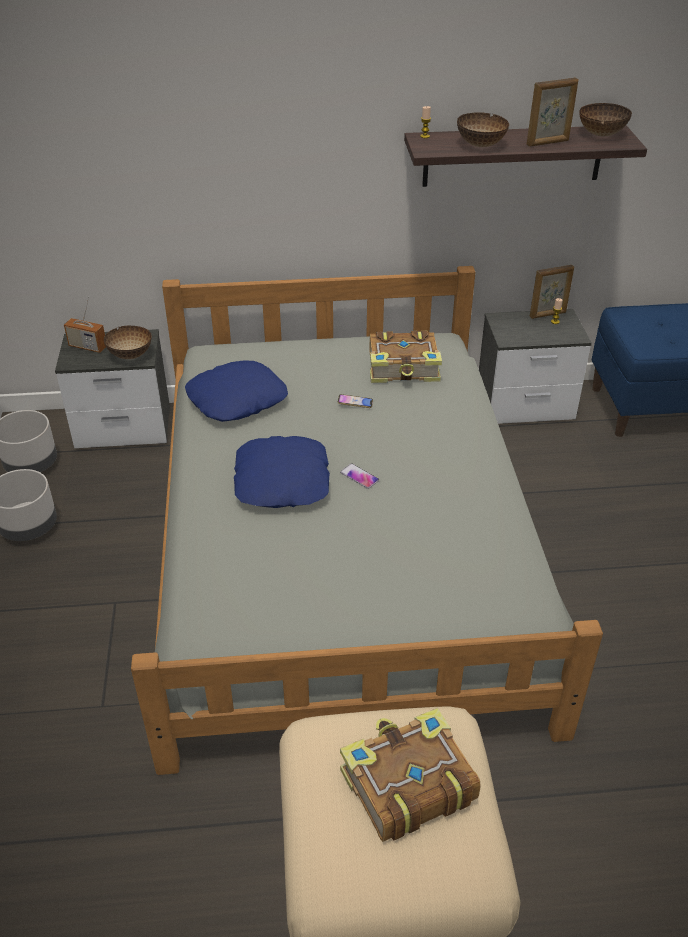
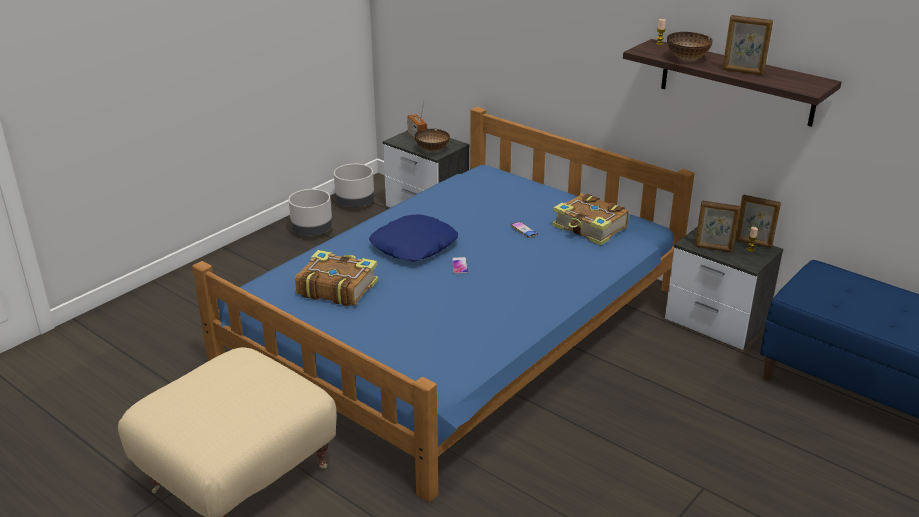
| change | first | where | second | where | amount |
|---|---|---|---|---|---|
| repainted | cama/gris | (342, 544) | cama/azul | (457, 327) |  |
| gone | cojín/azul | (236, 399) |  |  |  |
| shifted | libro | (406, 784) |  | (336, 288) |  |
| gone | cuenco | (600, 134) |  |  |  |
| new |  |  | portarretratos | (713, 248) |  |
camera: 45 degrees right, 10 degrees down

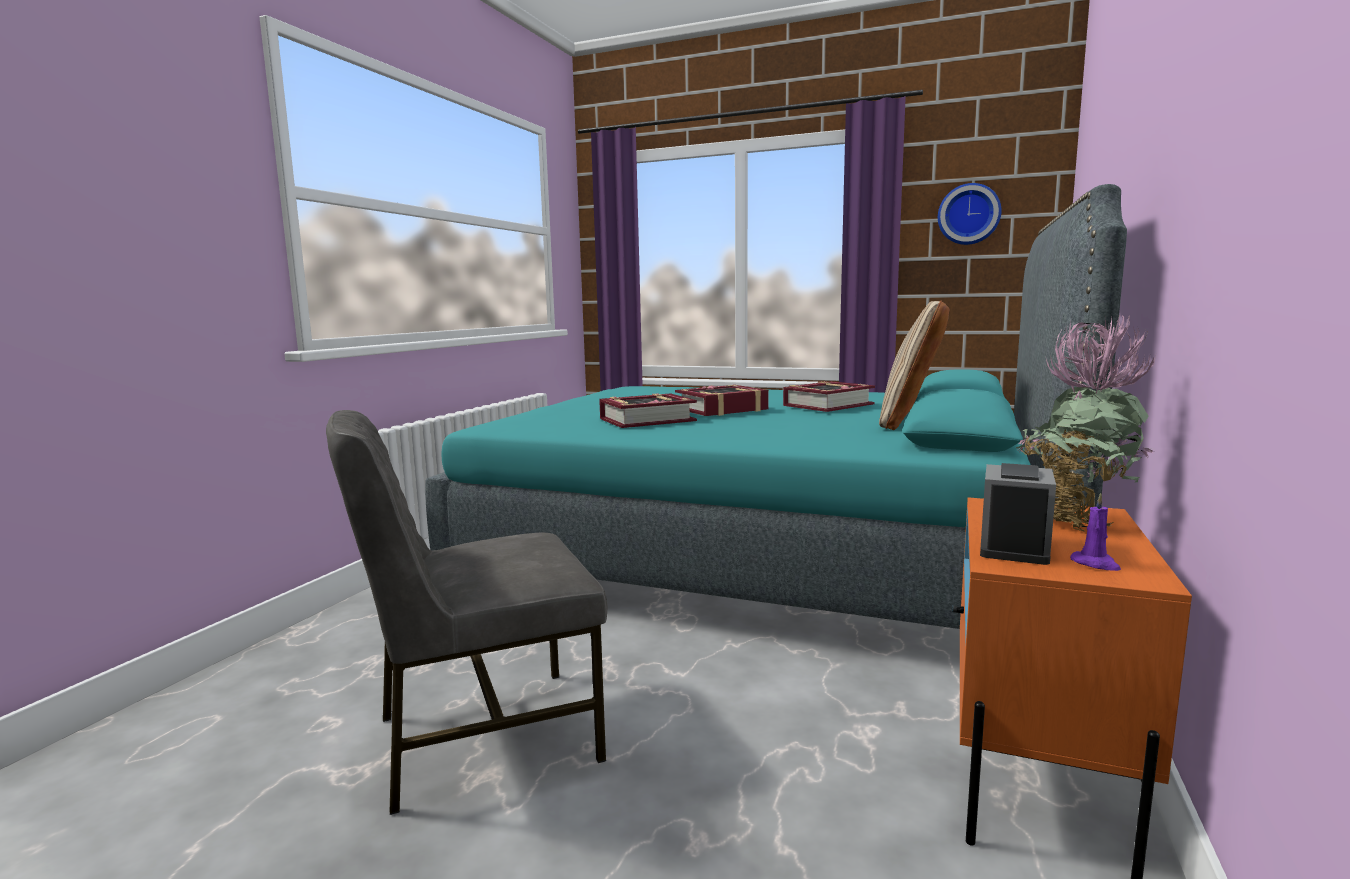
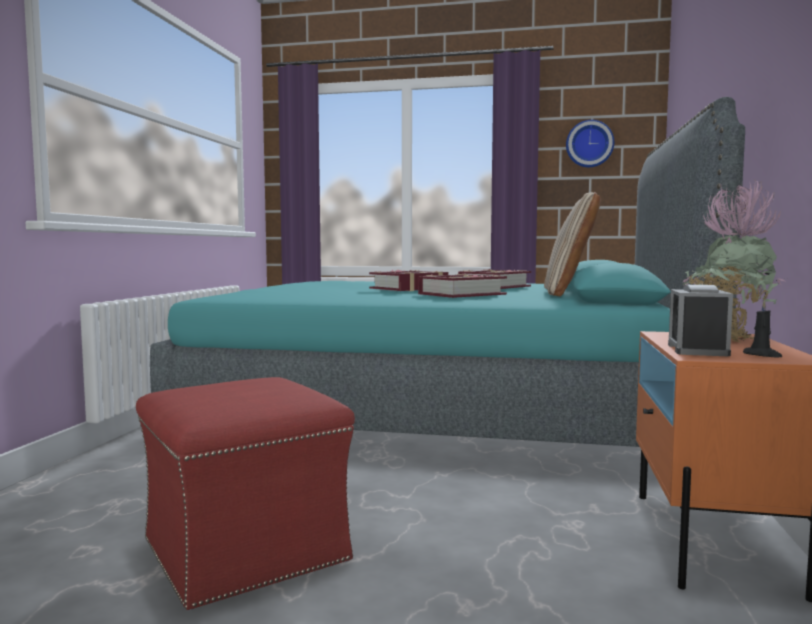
| change | first | where | second | where | amount |
|---|---|---|---|---|---|
| swapped | silla/gris | (482, 736) | puf/rojo | (244, 550) |  |
| shifted | libro | (647, 420) |  | (461, 294) |  |
| repainted | vela/morado | (1096, 564) | vela/negro | (762, 355) |  |
camera: 10 degrees left, 5 degrees down

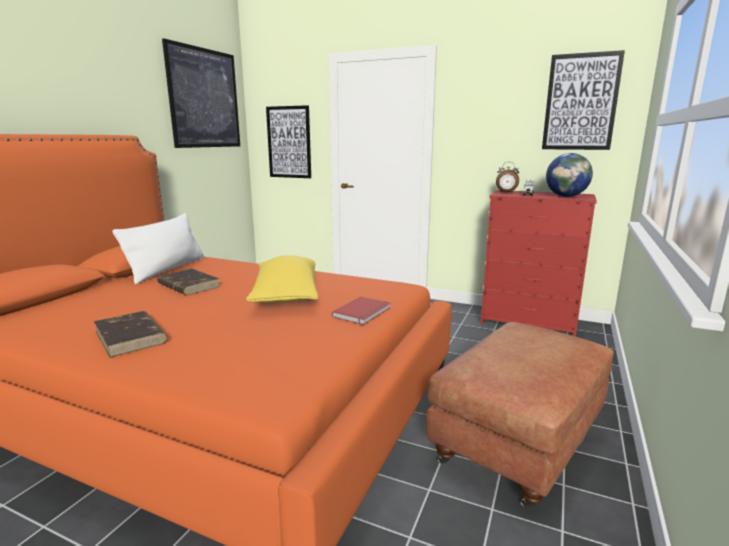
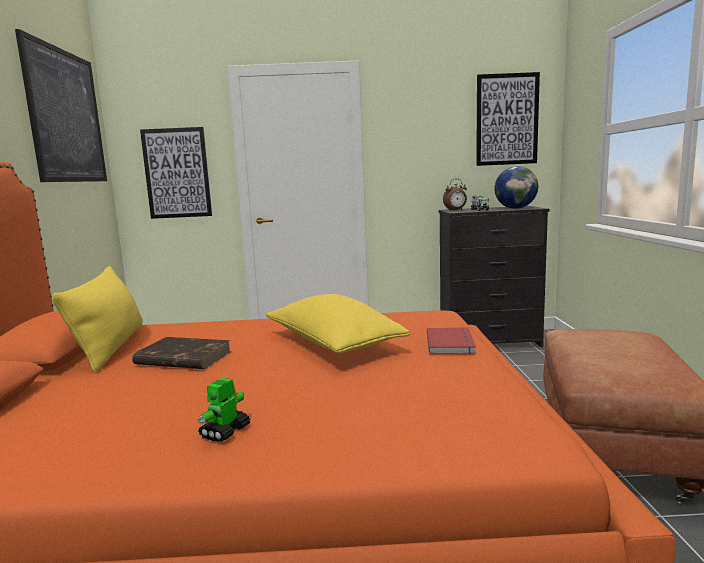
| change | first | where | second | where | amount |
|---|---|---|---|---|---|
| swapped | libro/marrón | (131, 337) | robot de juguete | (225, 432) |  |
| repainted | cojín/blanco | (167, 269) | cojín/amarillo | (111, 347) |  |
| repainted | cómoda/rojo | (529, 323) | cómoda/negro | (490, 341) |  |
camera: 25 degrees left, 5 degrees down

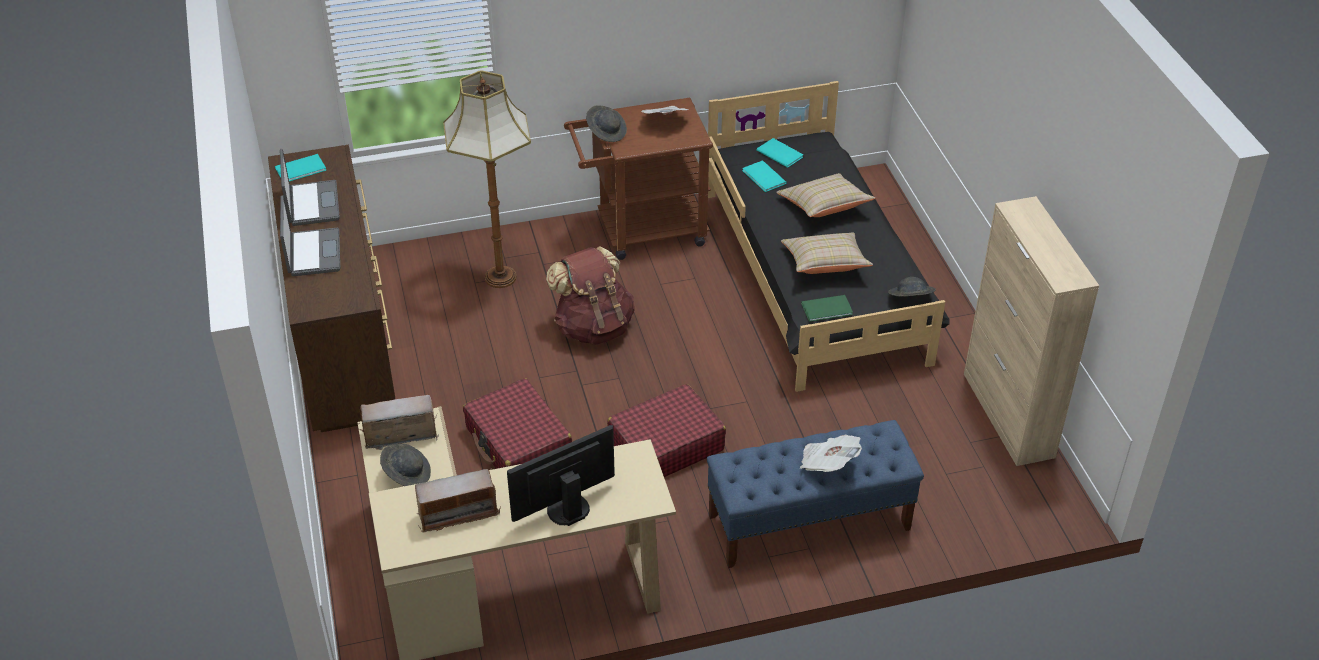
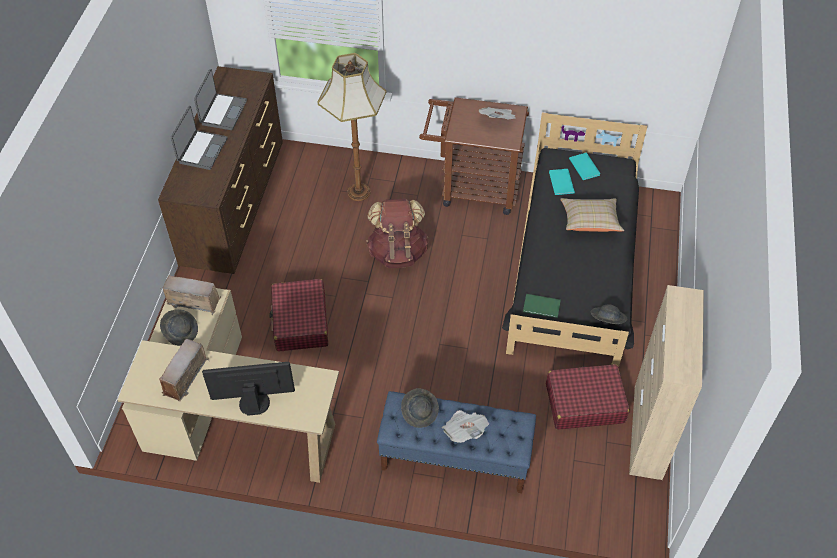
| change | first | where | second | where | amount |
|---|---|---|---|---|---|
| gone | libro/turquesa | (302, 169) |  |  |  |
| rotated | radio | (458, 513) |  | (185, 377) | 105 degrees clockwise |
| shifted | sombrero/gris | (607, 132) |  | (420, 412) |  |
| shifted | maleta/rojo | (665, 445) |  | (584, 403) |  |
| gone | cojín/beis | (825, 265) |  |  |  |
camera: 25 degrees right, 10 degrees up

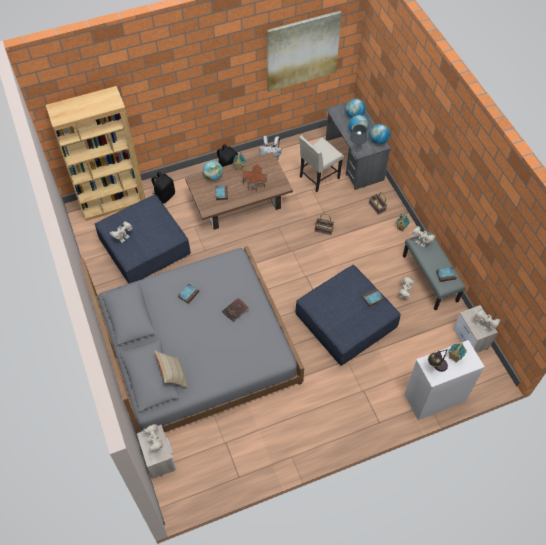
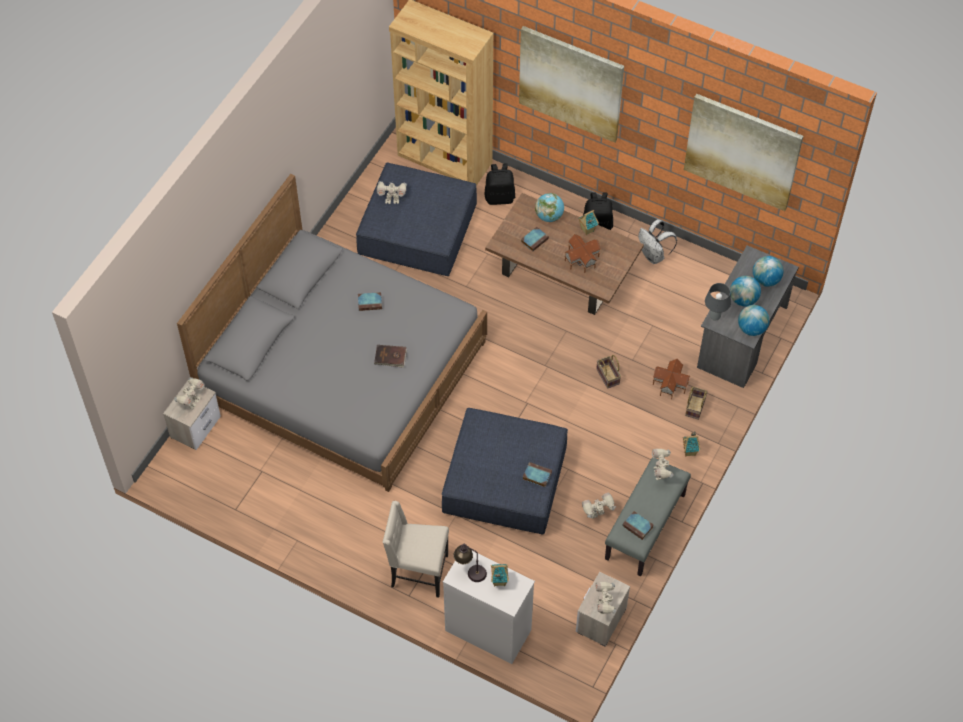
| change | first | where | second | where | amount |
|---|---|---|---|---|---|
| gone | cojín/beis | (173, 376) |  |  |  |
| shifted | silla/beis | (318, 178) |  | (418, 572) |  |
| new |  |  | cuadro | (571, 83) |  |
| new |  |  | casita | (670, 384) |  |
camera: 50 degrees right, 0 degrees up

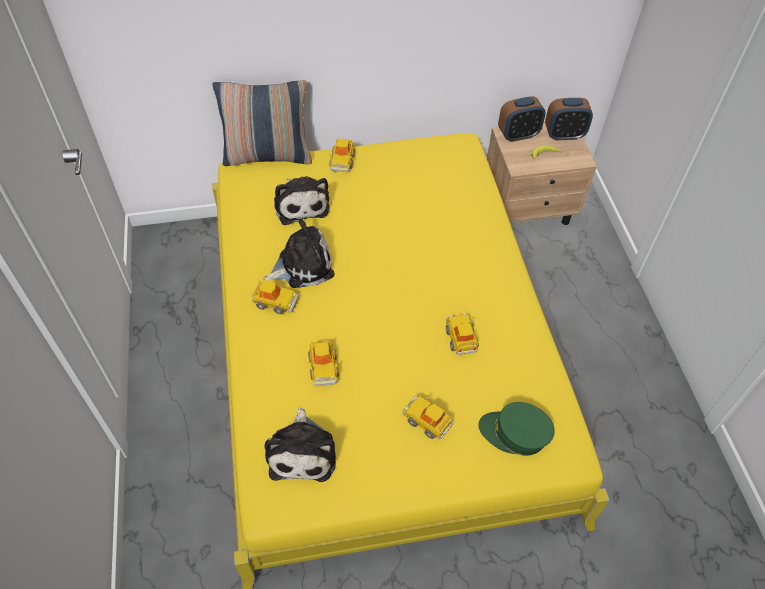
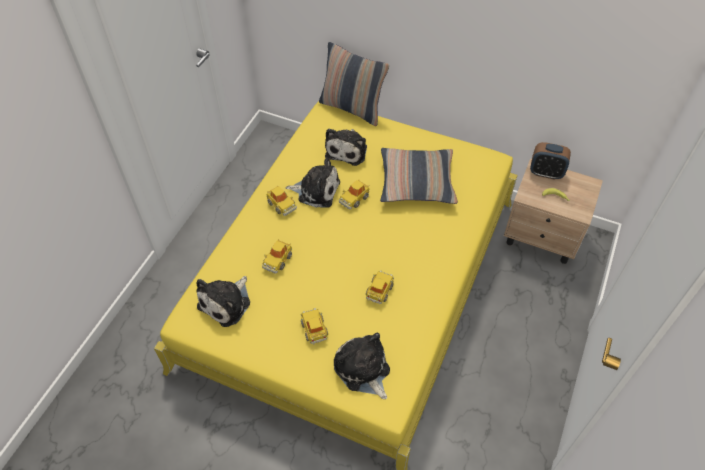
| change | first | where | second | where | amount |
|---|---|---|---|---|---|
| shifted | coche de juguete | (342, 161) |  | (354, 198) |  |
| swapped | gorra/verde | (515, 434) | peluche | (363, 370) |  |
| gone | despertador | (564, 135) |  |  |  |
| new |  |  | cojín | (417, 182) |  |
camera: 35 degrees right, 0 degrees up

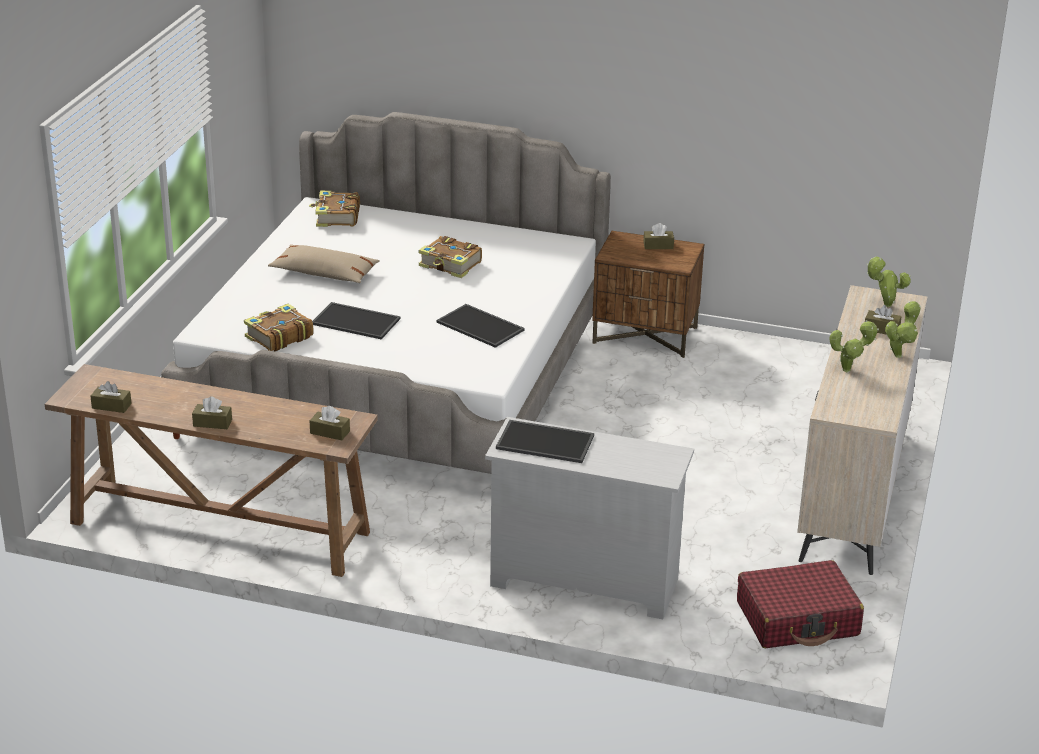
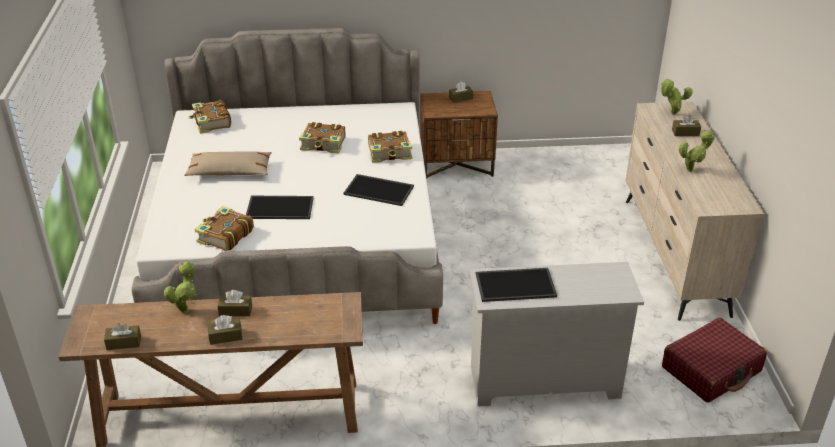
| change | first | where | second | where | amount |
|---|---|---|---|---|---|
| shifted | caja de pañuelos/marrón | (330, 432) |  | (235, 311) |  |
| shifted | planta en maceta | (899, 354) |  | (186, 309) |  |
| new |  |  | libro | (390, 153) |  |
camera: 20 degrees left, 5 degrees up

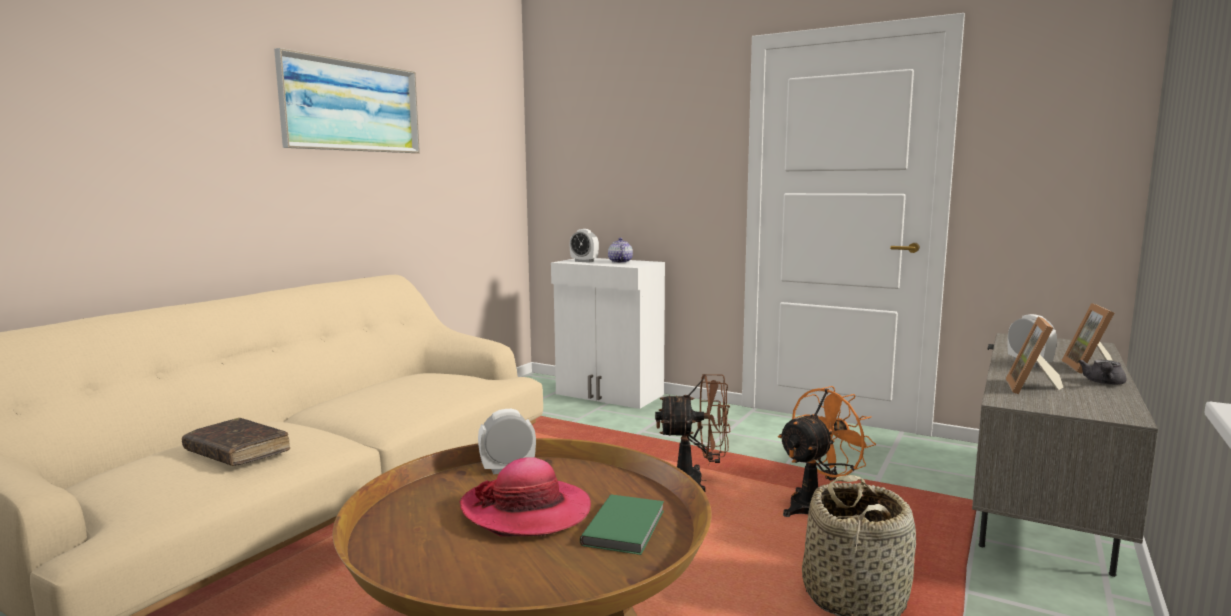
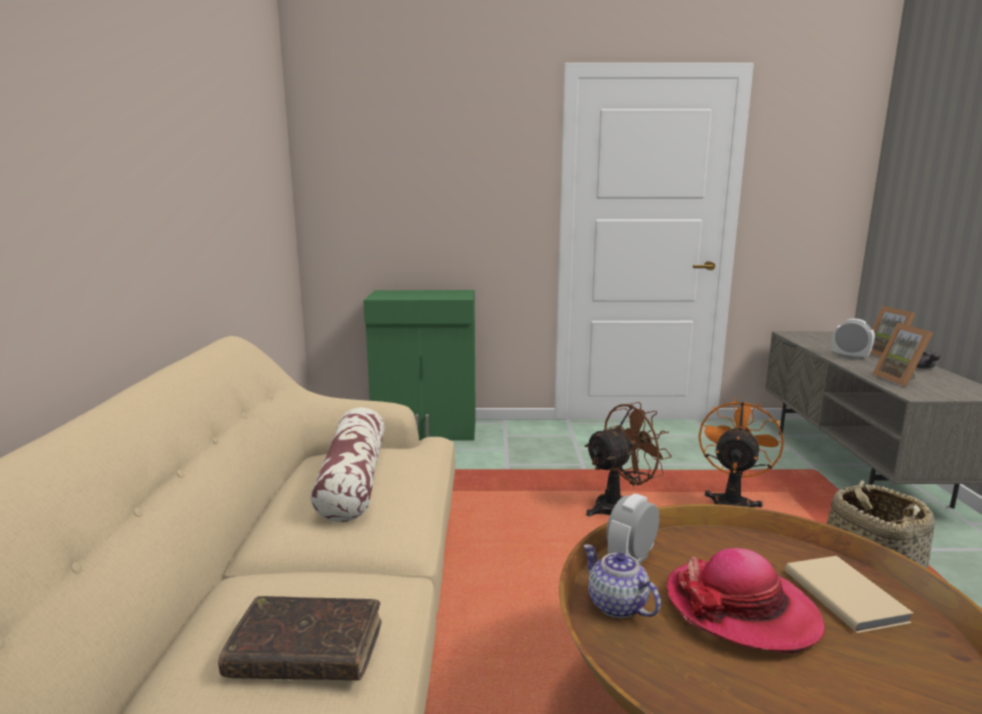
| change | first | where | second | where | amount |
|---|---|---|---|---|---|
| gone | cuadro | (352, 106) |  |  |  |
| repainted | armario/blanco | (609, 395) | armario/verde | (426, 430) |  |
| gone | despertador | (584, 261) |  |  |  |
| repainted | libro/verde | (626, 527) | libro/beis | (845, 595) |  |
| shifted | tetera | (620, 262) |  | (617, 605) |  |
| new |  |  | cojín | (353, 479) |  |
camera: 30 degrees left, 5 degrees up

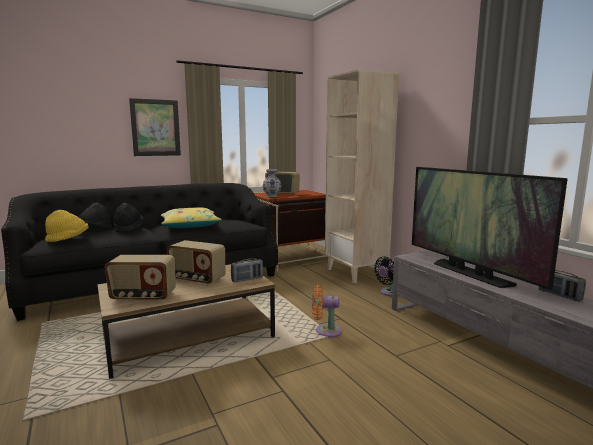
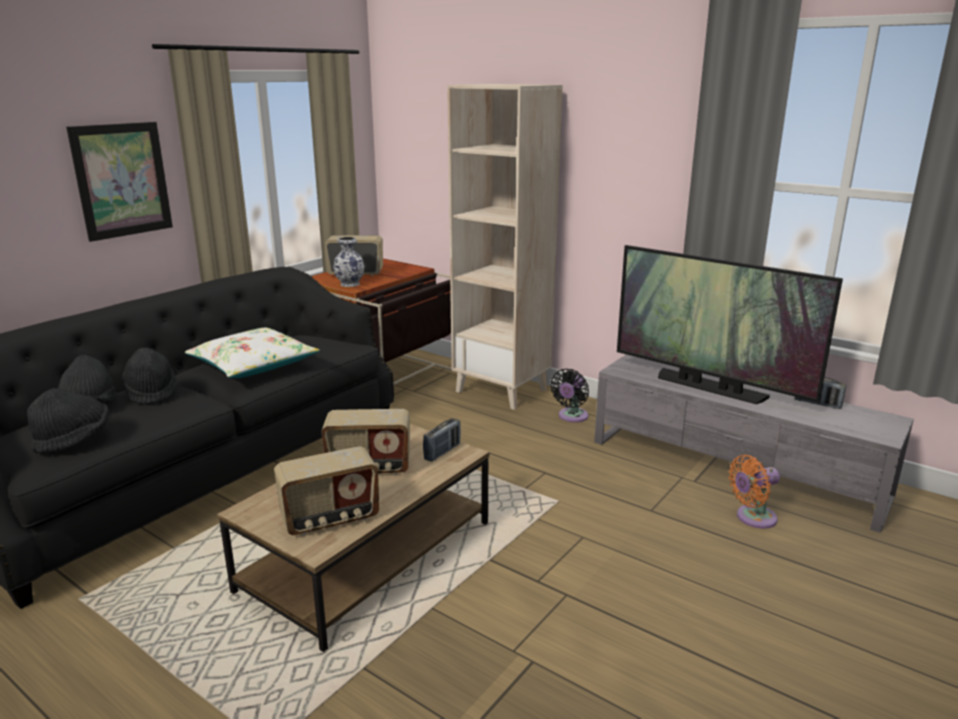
| change | first | where | second | where | amount |
|---|---|---|---|---|---|
| repainted | sombrero/amarillo | (68, 240) | sombrero/negro | (74, 440) |  |
| repainted | cojín/amarillo | (190, 226) | cojín/blanco | (253, 365) |  |
| shifted | ventilador/naranja | (325, 331) |  | (752, 518) |  |
camera: 25 degrees left, 10 degrees up

